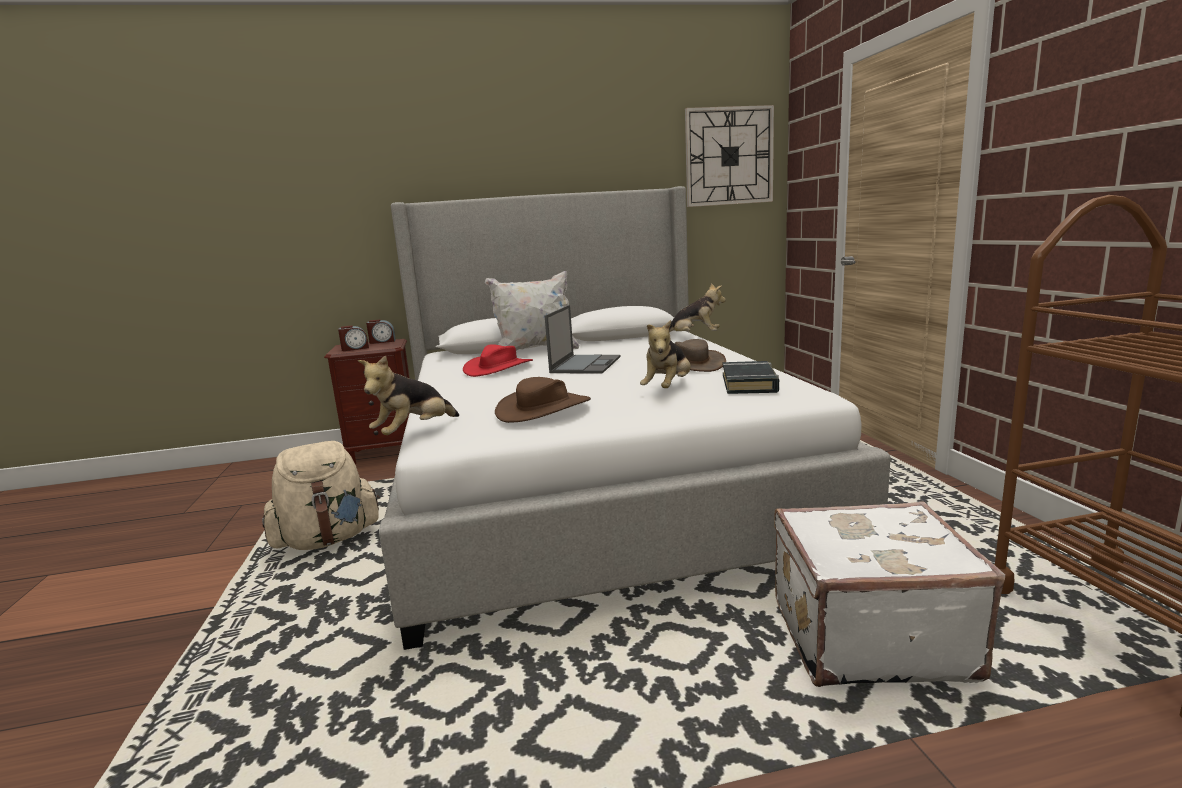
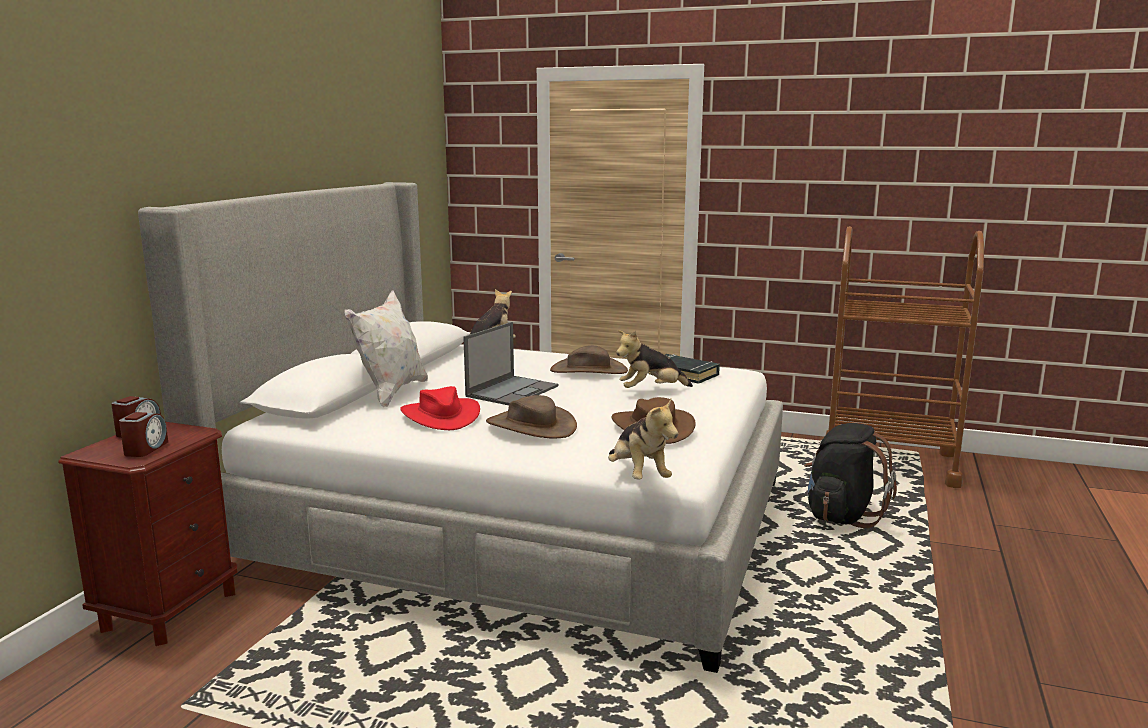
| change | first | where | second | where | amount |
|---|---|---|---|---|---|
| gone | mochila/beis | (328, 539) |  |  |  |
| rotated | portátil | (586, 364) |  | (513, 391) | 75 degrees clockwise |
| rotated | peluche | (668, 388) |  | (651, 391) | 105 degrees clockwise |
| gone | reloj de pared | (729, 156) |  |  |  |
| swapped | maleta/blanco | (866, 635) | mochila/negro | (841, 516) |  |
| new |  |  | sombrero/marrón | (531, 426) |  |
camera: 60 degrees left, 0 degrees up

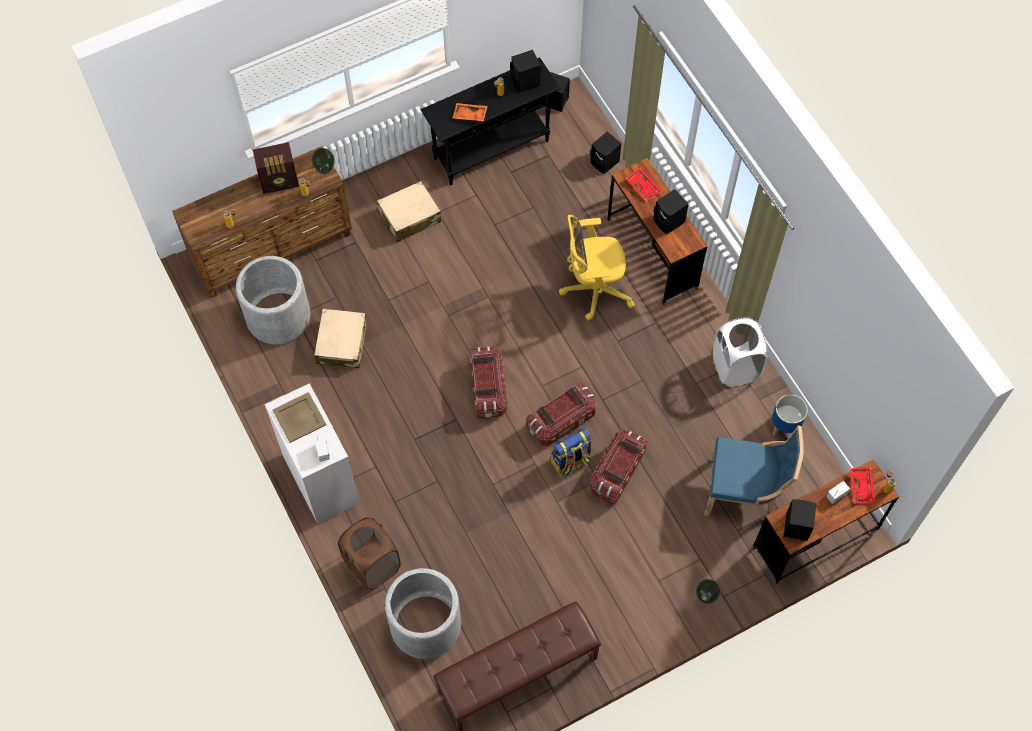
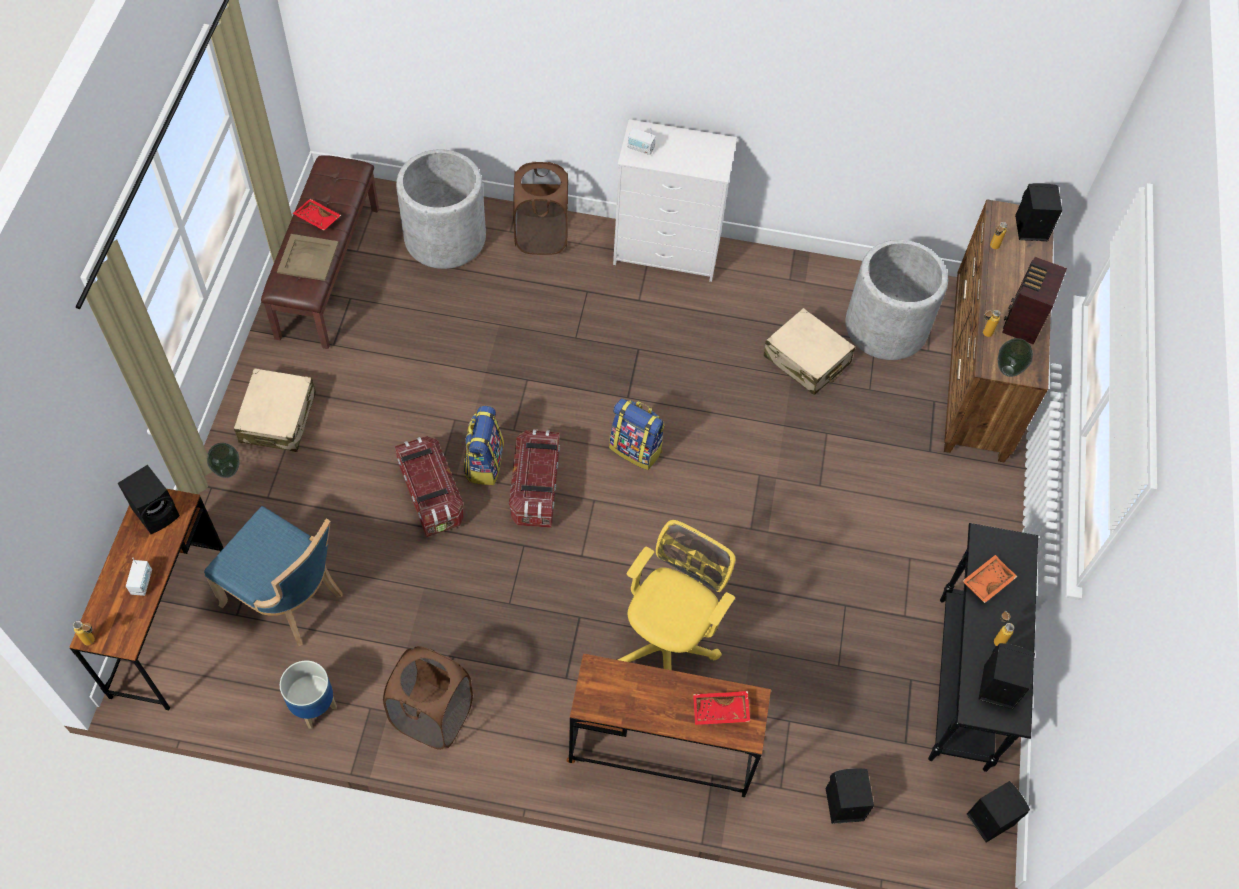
| change | first | where | second | where | amount |
|---|---|---|---|---|---|
| shifted | bandeja/beis | (300, 417) |  | (307, 258) |  |
| shifted | maleta/beis | (409, 217) |  | (278, 417) |  |
| swapped | caja de almacenaje | (488, 389) | mochila | (636, 449) |  |
| shifted | altavoz/negro | (669, 222) |  | (1029, 228) |  |
| rotated | silla/azul | (744, 491) |  | (288, 599) | 105 degrees counterclockwise |
| repainted | cesto de la ropa/blanco | (735, 367) | cesto de la ropa/marrón | (432, 716) |  |
| shifted | bandeja/rojo | (862, 487) |  | (317, 219) |  |
camera: 125 degrees right, 5 degrees down

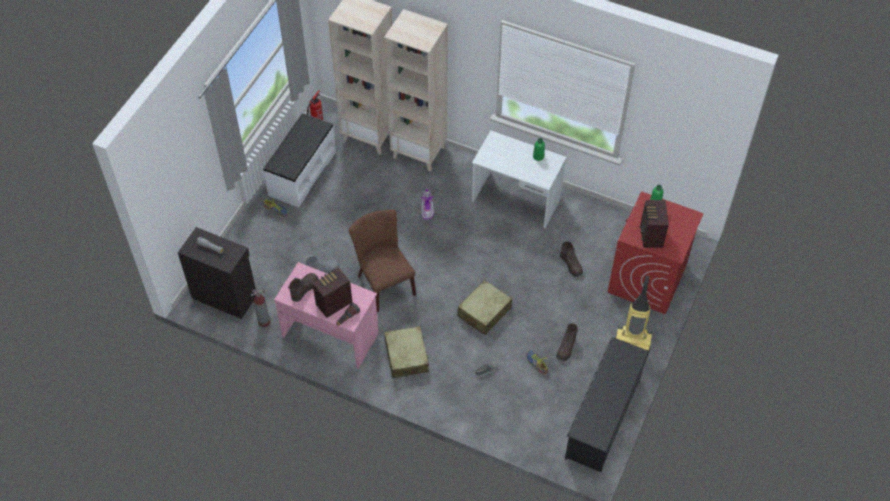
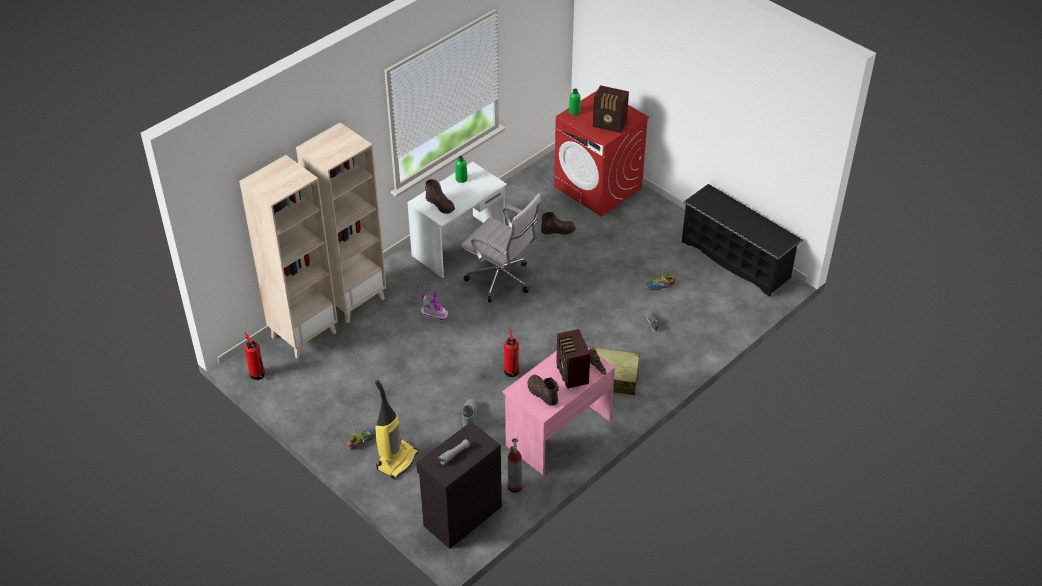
| change | first | where | second | where | amount |
|---|---|---|---|---|---|
| gone | banco/blanco | (302, 173) |  |  |  |
| swapped | silla/marrón | (383, 282) | extintor | (511, 372) |  |
| gone | maleta/beis | (484, 312) |  |  |  |
| shifted | bota/marrón | (566, 348) |  | (440, 205) |  |
| shifted | aspiradora | (633, 339) |  | (396, 460) |  |
| new |  |  | silla de oficina/blanco | (502, 281) |  |
camera: 70 degrees left, 10 degrees down

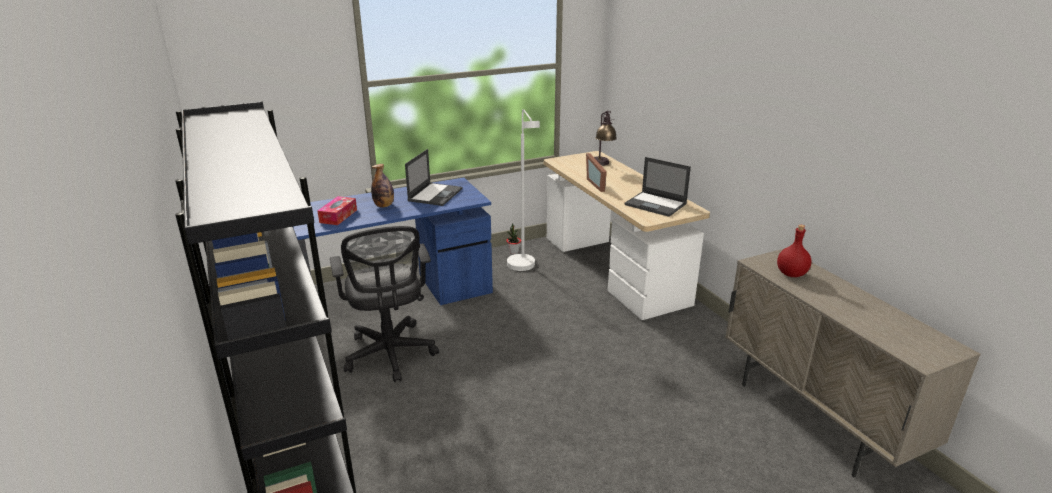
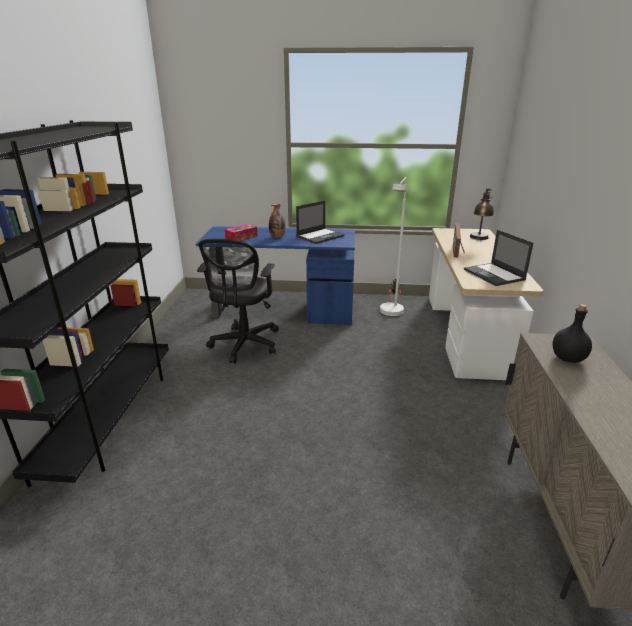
| change | first | where | second | where | amount |
|---|---|---|---|---|---|
| repainted | botella/rojo | (791, 274) | botella/negro | (567, 359) |  |
camera: 30 degrees right, 0 degrees up

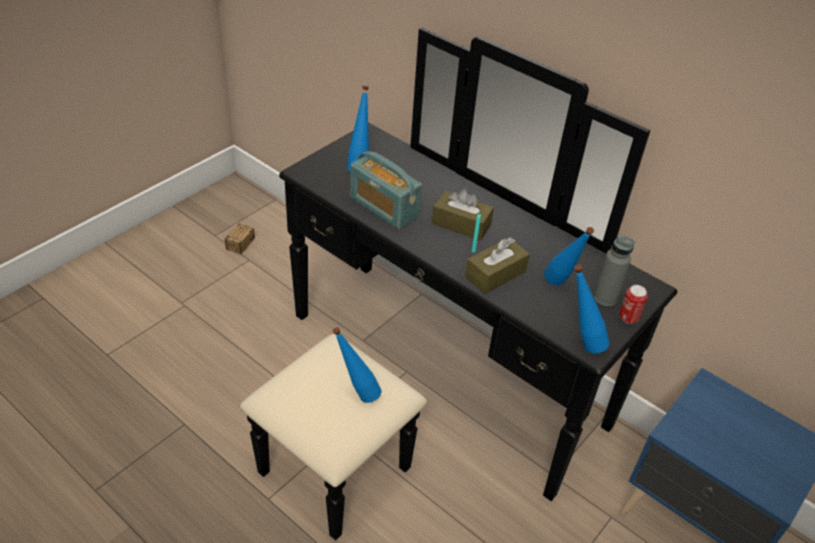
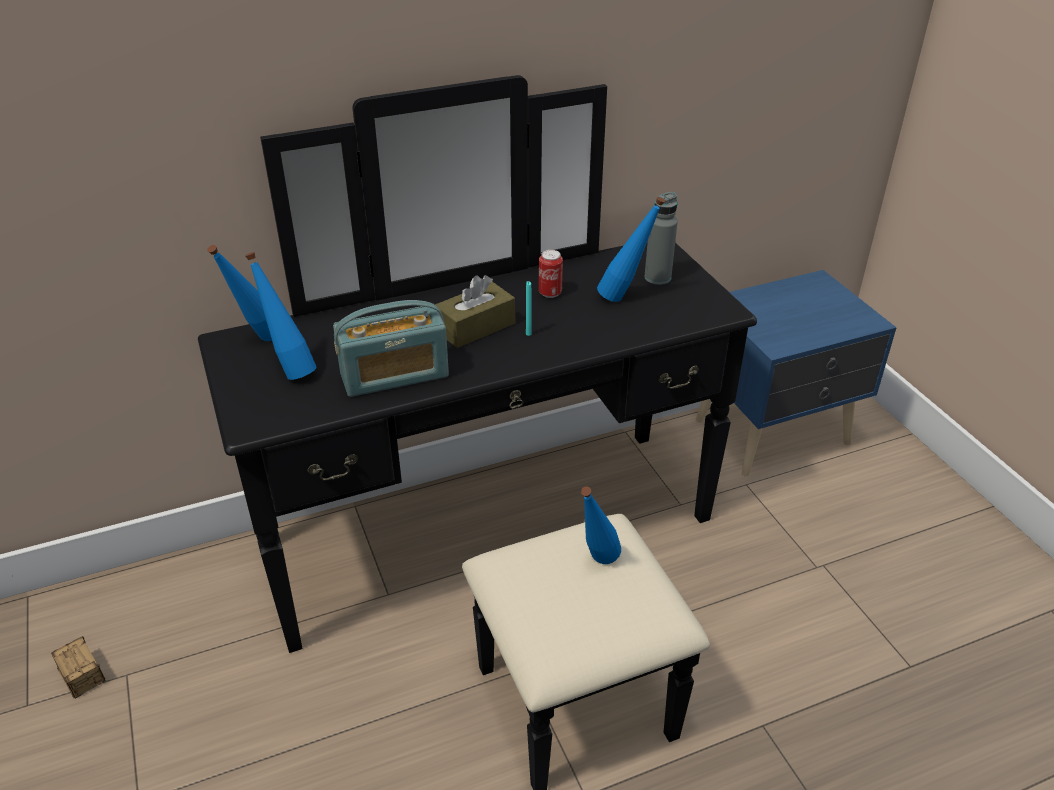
| change | first | where | second | where | amount |
|---|---|---|---|---|---|
| gone | caja de pañuelos/marrón | (495, 274) |  |  |  |
| shifted | botella/azul | (580, 344) |  | (258, 341) |  |
| shifted | lata | (628, 318) |  | (550, 293) |  |
camera: 60 degrees left, 5 degrees down

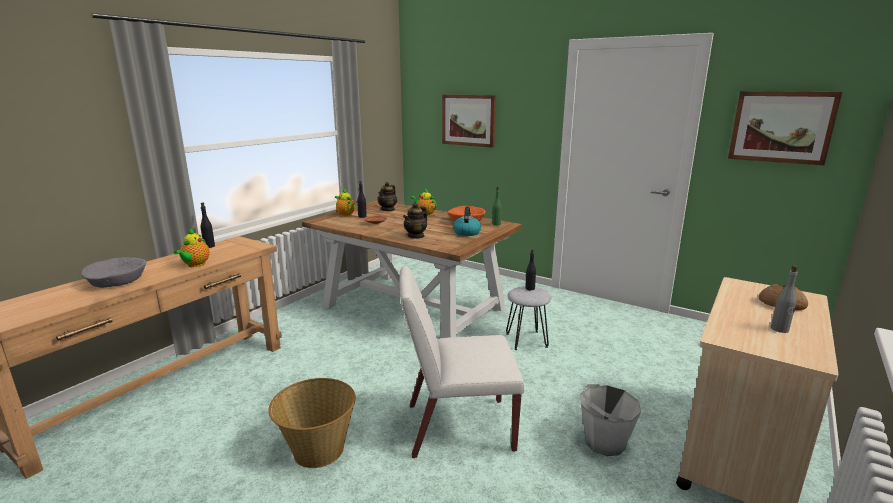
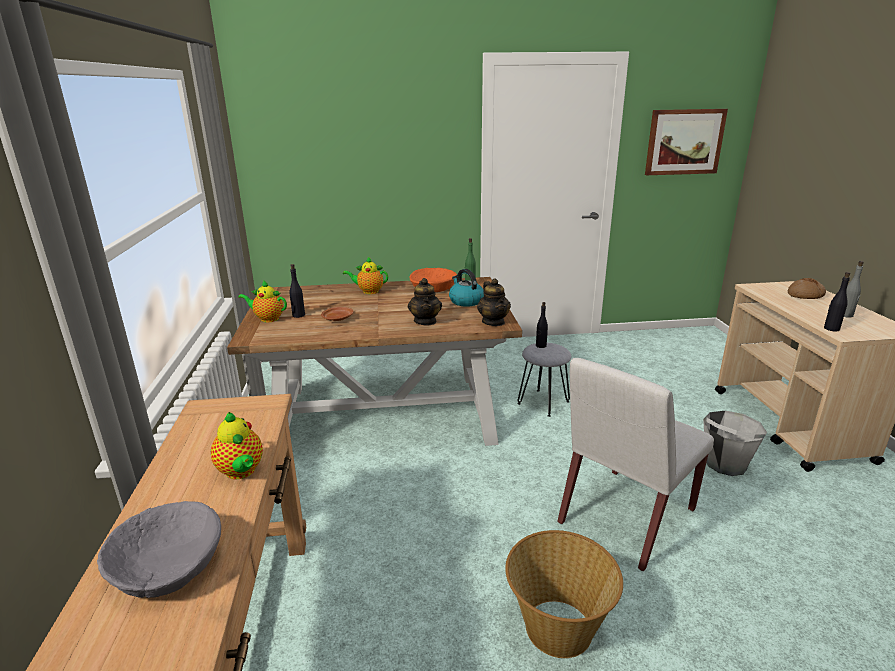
| change | first | where | second | where | amount |
|---|---|---|---|---|---|
| shifted | botella/negro | (209, 246) |  | (831, 328) |  |
| shifted | tetera | (388, 209) |  | (493, 322) |  |
| gone | cuadro | (468, 120) |  |  |  |
camera: 40 degrees left, 5 degrees up

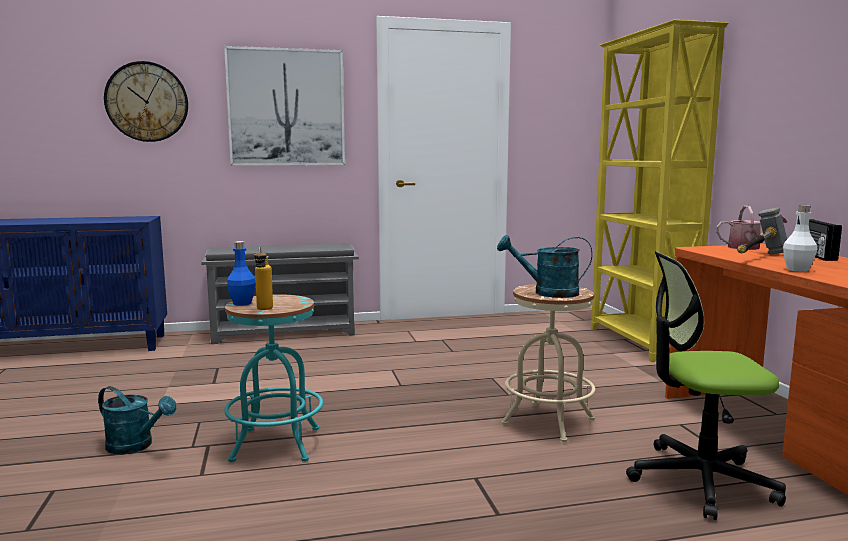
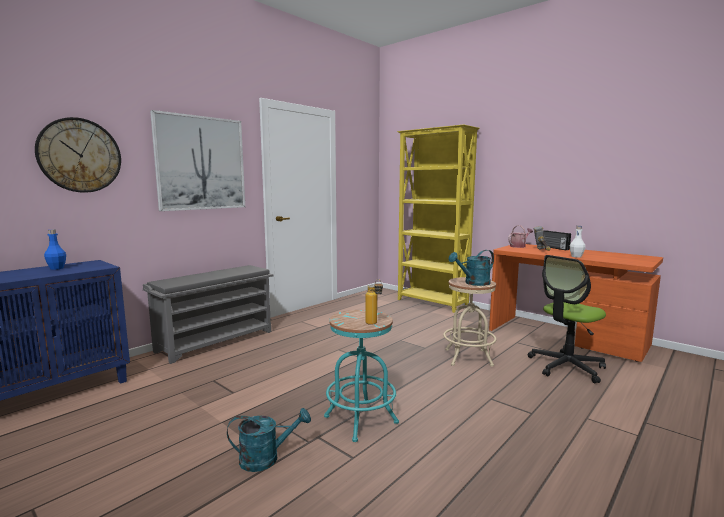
| change | first | where | second | where | amount |
|---|---|---|---|---|---|
| shifted | botella/azul | (242, 303) |  | (57, 268) |  |
camera: 35 degrees left, 0 degrees up

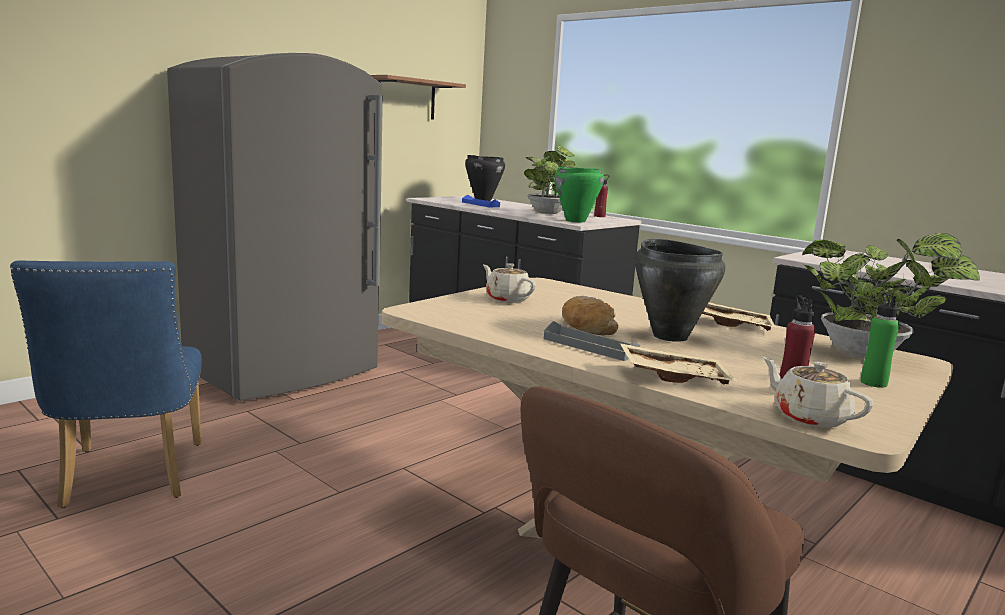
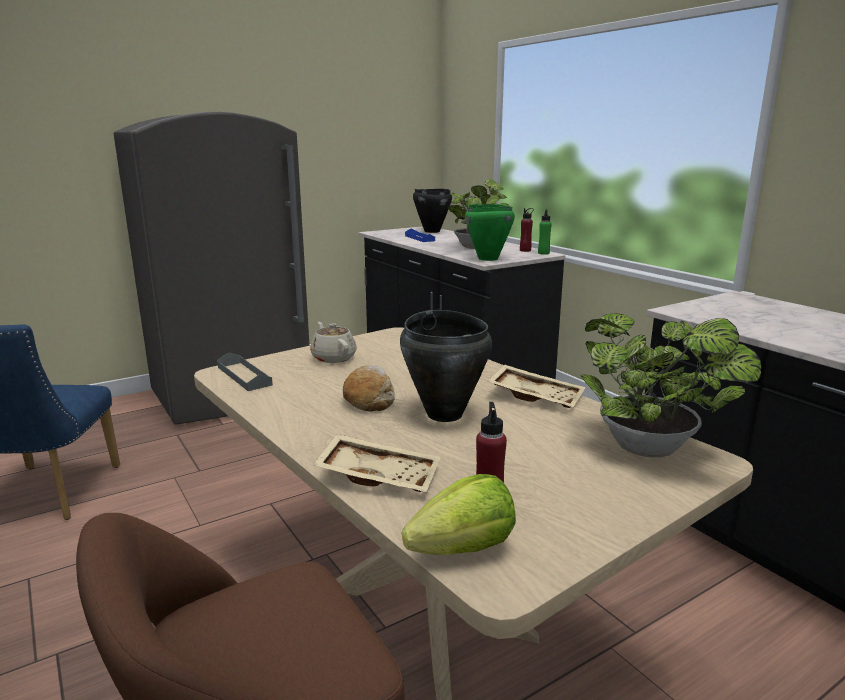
| change | first | where | second | where | amount |
|---|---|---|---|---|---|
| gone | estante/marrón | (406, 98) |  |  |  |
| shifted | bandeja/gris | (590, 346) |  | (244, 376) |  |
| swapped | tetera/beis | (809, 417) | lechuga | (464, 549) |  |
| shifted | botella/verde | (873, 383) |  | (543, 253) |  |
camera: 15 degrees right, 5 degrees up

